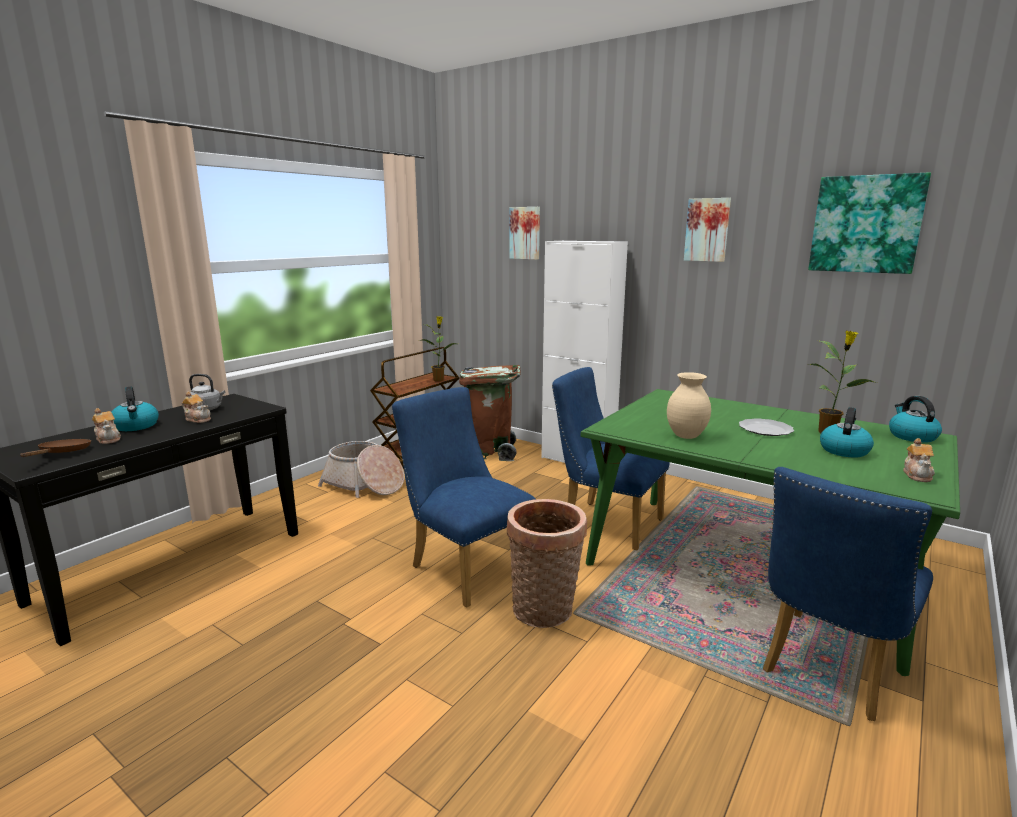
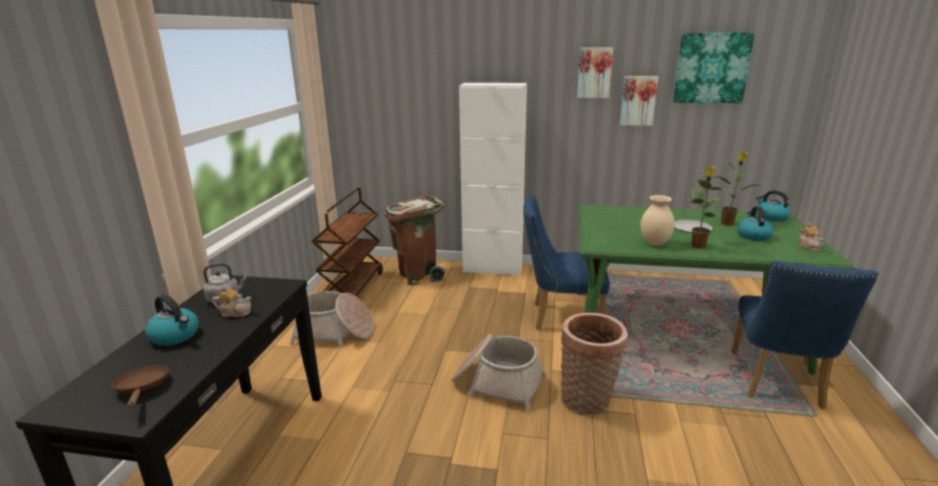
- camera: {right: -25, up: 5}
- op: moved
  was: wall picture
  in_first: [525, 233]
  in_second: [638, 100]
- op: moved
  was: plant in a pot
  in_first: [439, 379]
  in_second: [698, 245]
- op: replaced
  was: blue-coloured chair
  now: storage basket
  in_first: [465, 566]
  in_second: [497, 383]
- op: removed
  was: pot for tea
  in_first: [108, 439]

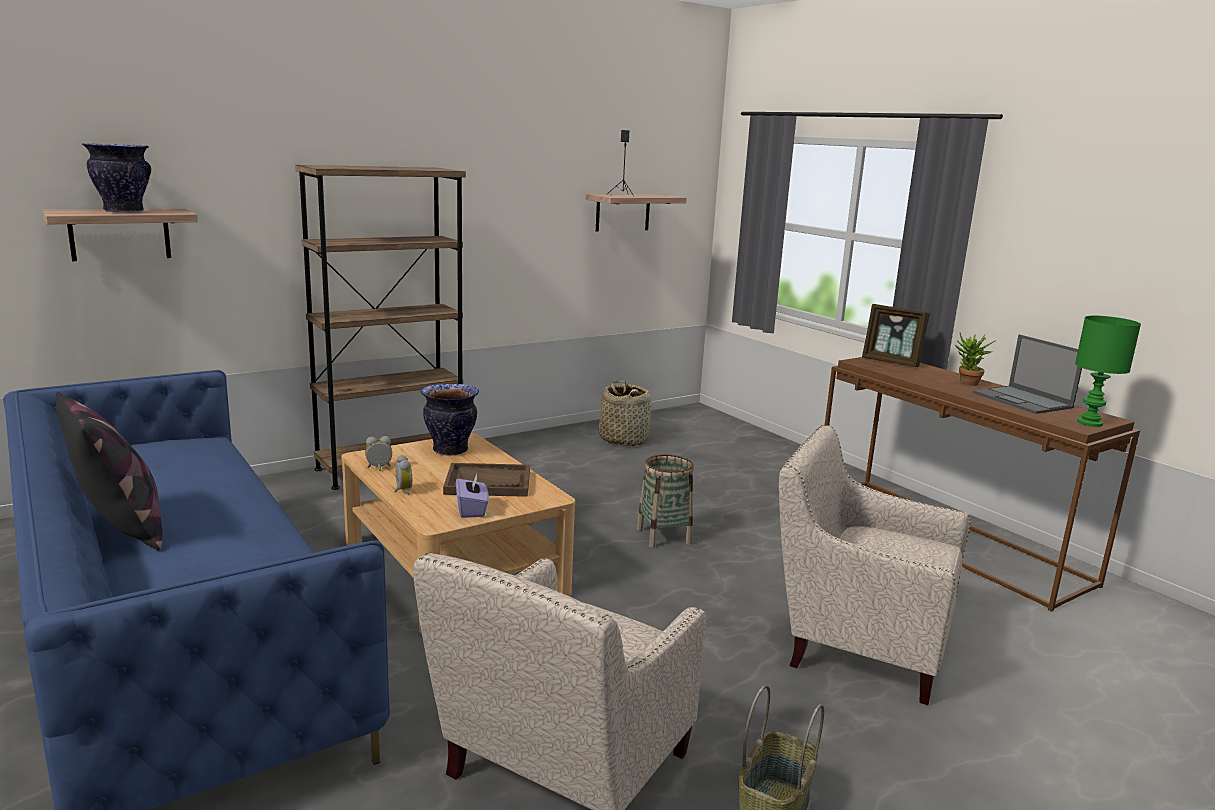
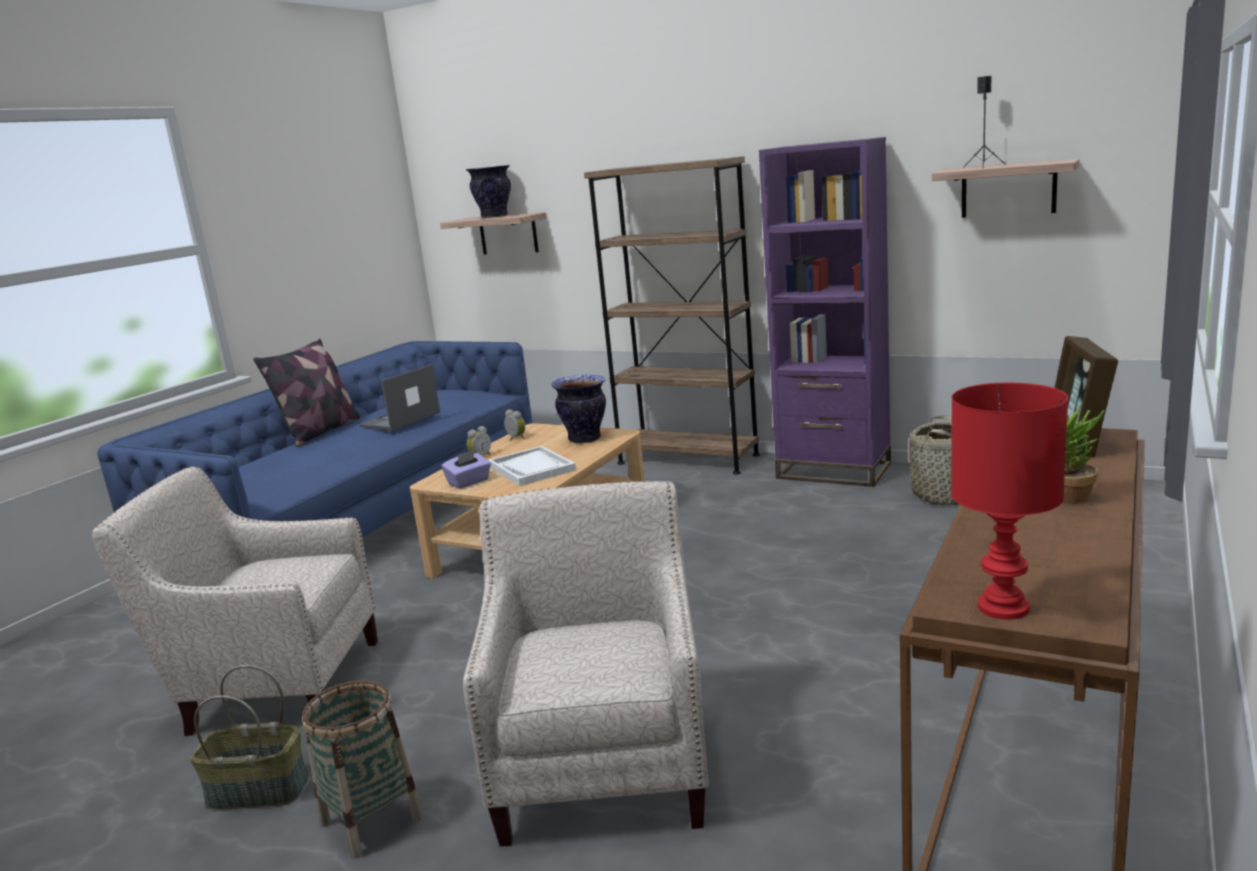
- camera: {right: 65, up: 0}
- op: recoloured
  was: green table lamp
  now: red-coloured table lamp
  in_first: [1090, 423]
  in_second: [1005, 608]
- op: moved
  was: laptop
  in_first: [1023, 400]
  in_second: [400, 419]
- op: moved
  was: storage basket
  in_first: [664, 536]
  in_second: [371, 820]
- op: recoloured
  was: brown carrying tray
  now: whitish carrying tray
  in_first: [488, 482]
  in_second: [532, 468]
- op: added
  now: purple-coloured shelving unit
  in_second: [833, 471]

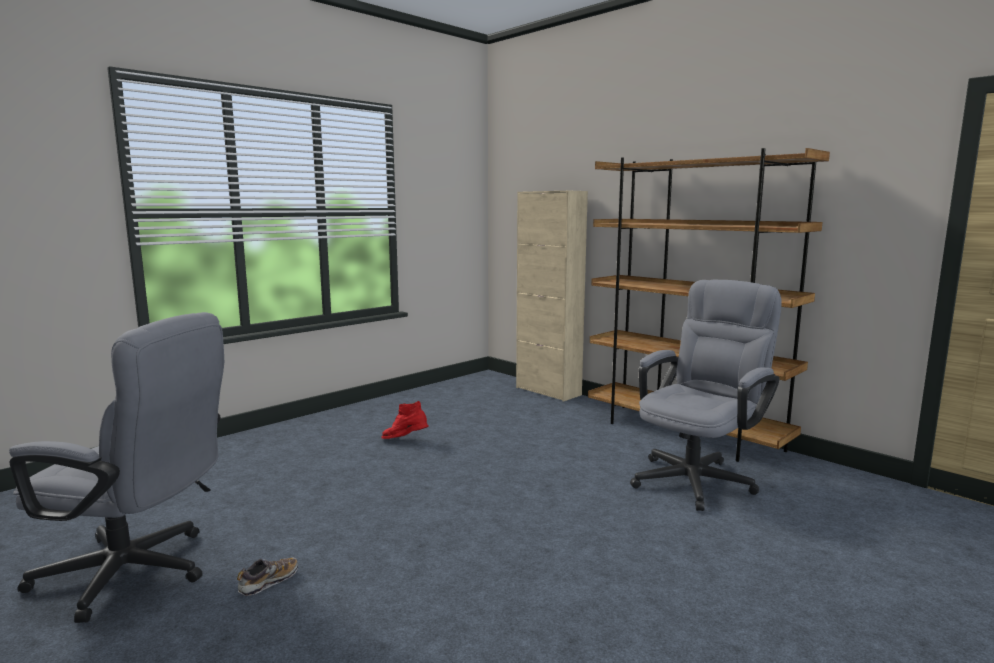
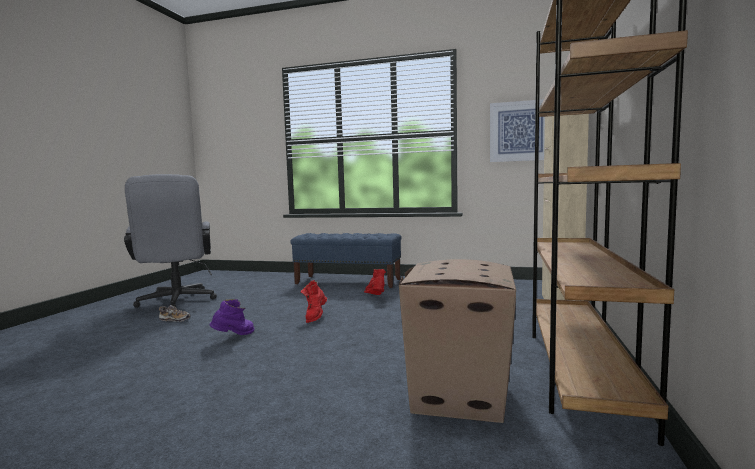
- camera: {right: 60, up: -5}
- op: replaced
  was: gray office chair
  now: cardboard box
  in_first: [698, 477]
  in_second: [459, 397]
- op: added
  now: wall picture
  in_second: [520, 131]
- op: added
  now: blue-coloured long seat
  in_second: [348, 281]
- op: added
  now: red-coloured boot
  in_second: [315, 317]
- op: added
  now: purple-coloured boot
  in_second: [234, 336]

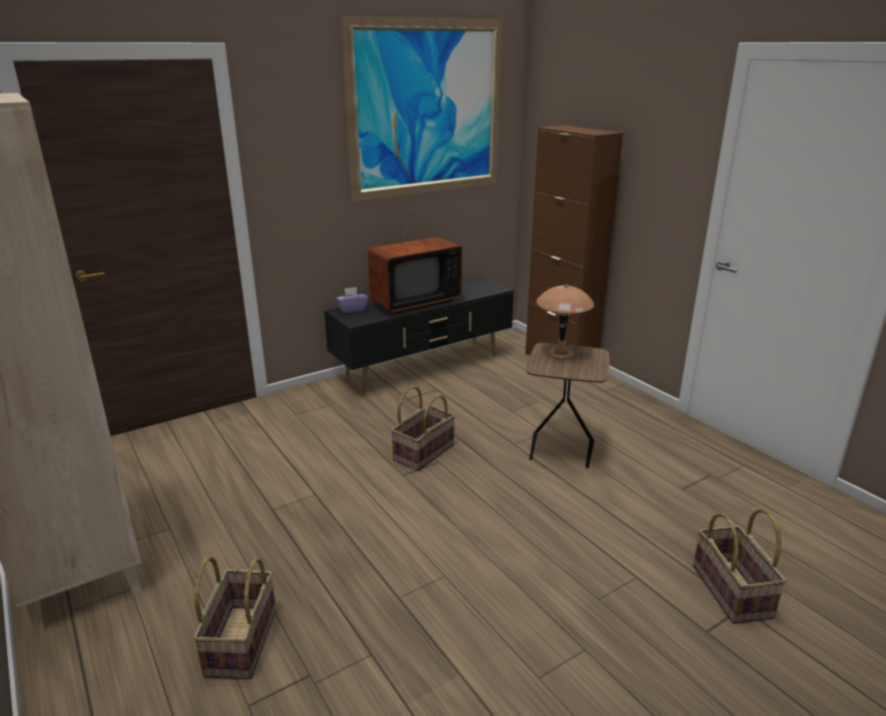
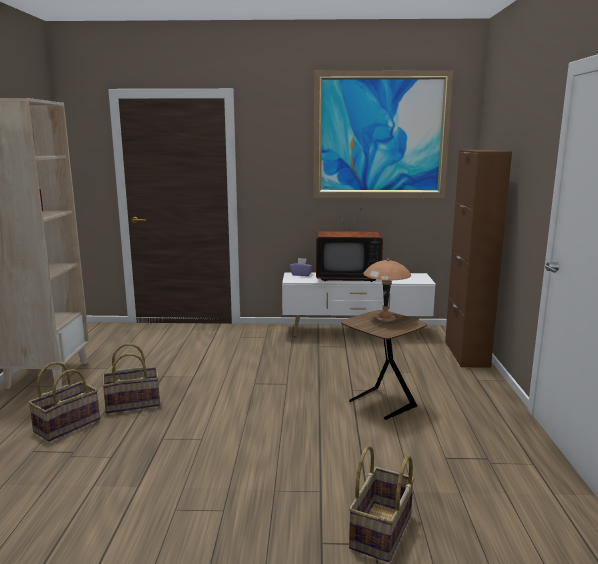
- camera: {right: 35, up: -10}
- op: recoloured
  was: black-coloured media console
  now: whitish media console
  in_first: [424, 367]
  in_second: [355, 333]
- op: moved
  was: storage basket
  in_first: [423, 452]
  in_second: [133, 403]

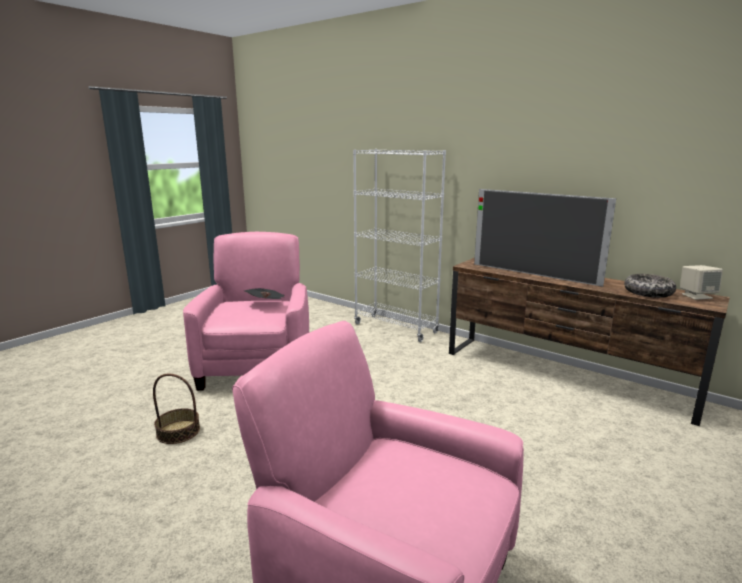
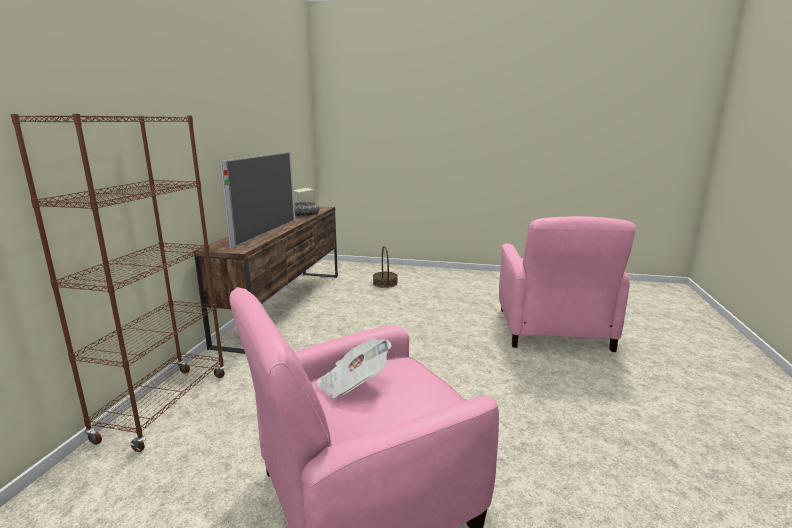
- camera: {right: -115, up: 0}
- op: recoloured
  was: whitish shelving unit
  now: brown shelving unit
  in_first: [396, 328]
  in_second: [165, 406]
- op: moved
  was: storage basket
  in_first: [178, 432]
  in_second: [385, 283]

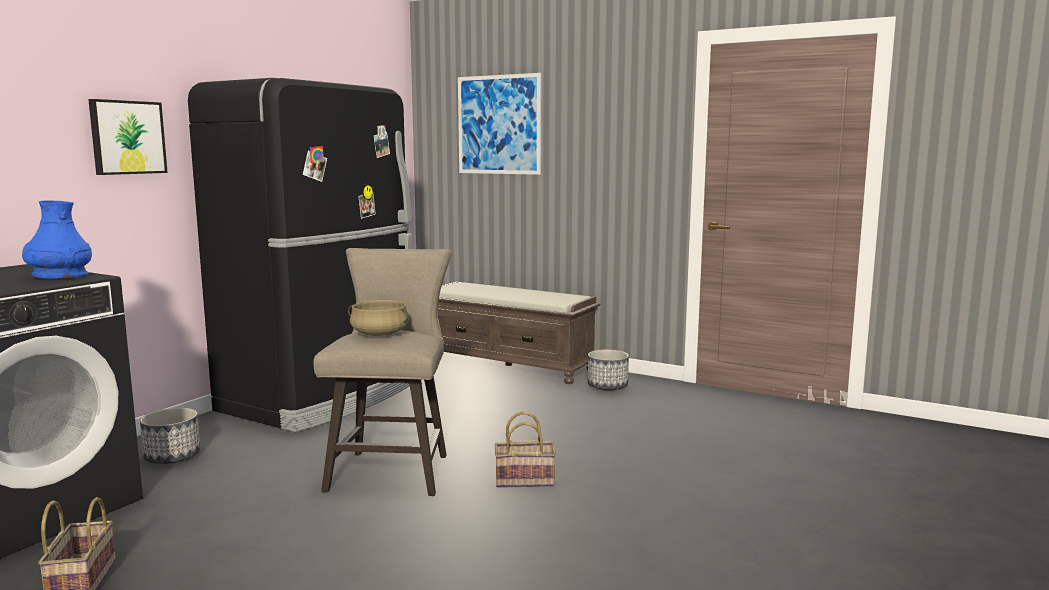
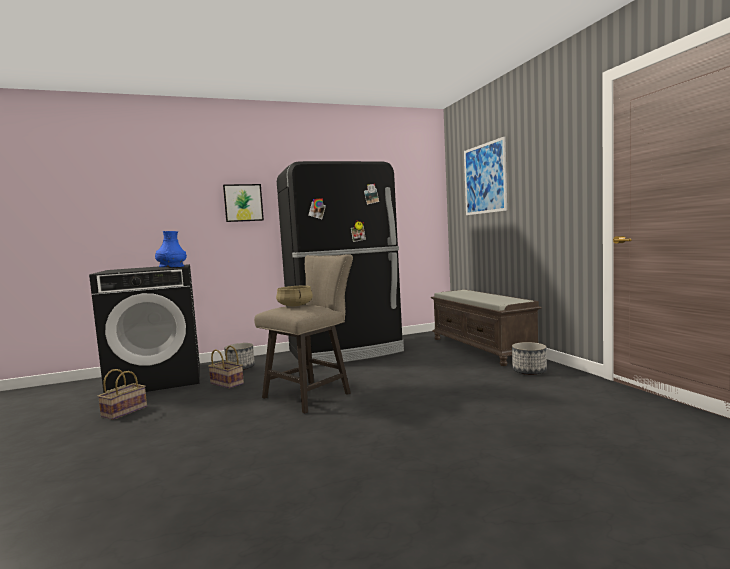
- camera: {right: 40, up: -5}
- op: moved
  was: storage basket
  in_first: [526, 480]
  in_second: [228, 383]

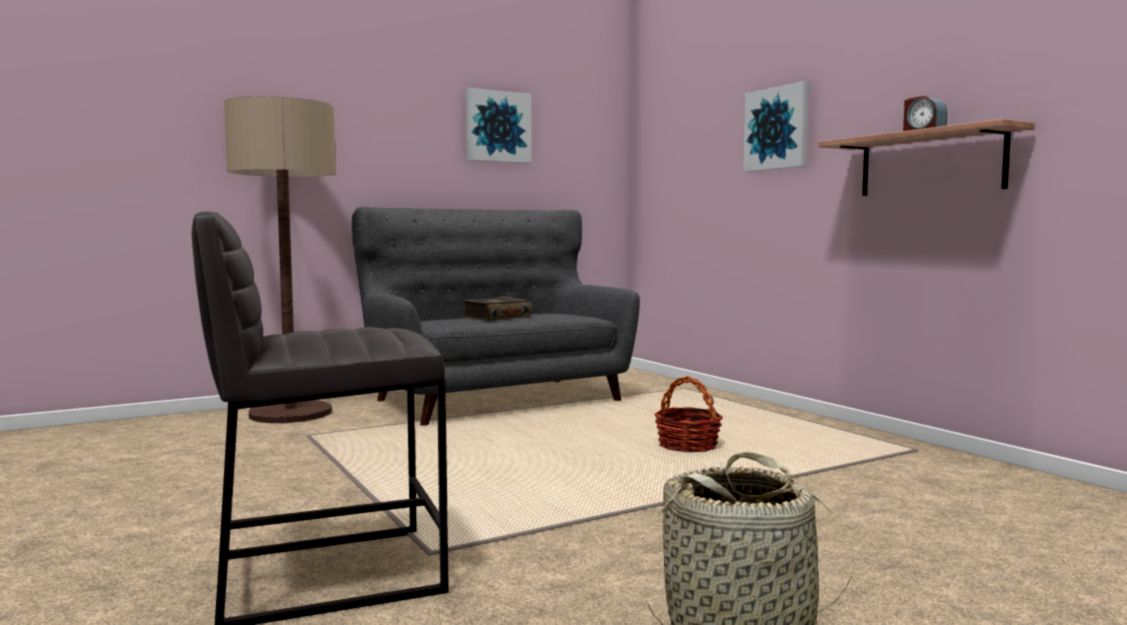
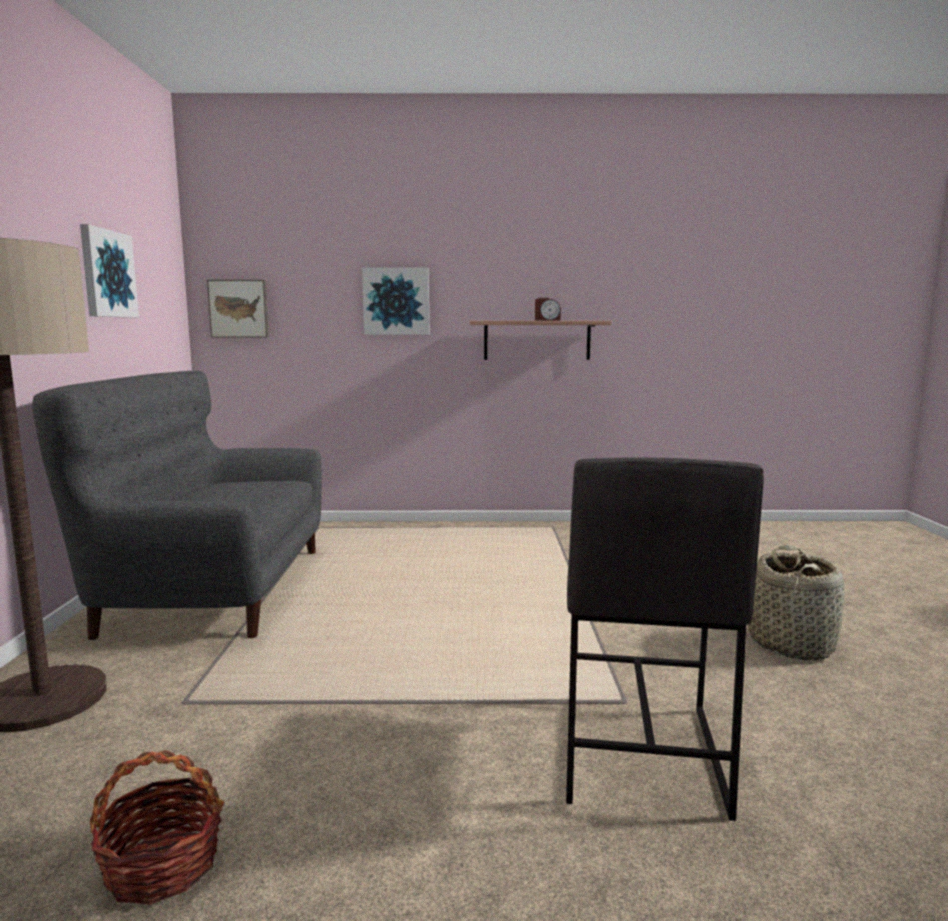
- camera: {right: -60, up: 5}
- op: removed
  was: volume
  in_first: [495, 317]
- op: moved
  was: storage basket
  in_first: [687, 446]
  in_second: [162, 865]
- op: added
  now: wall picture
  in_second: [239, 309]

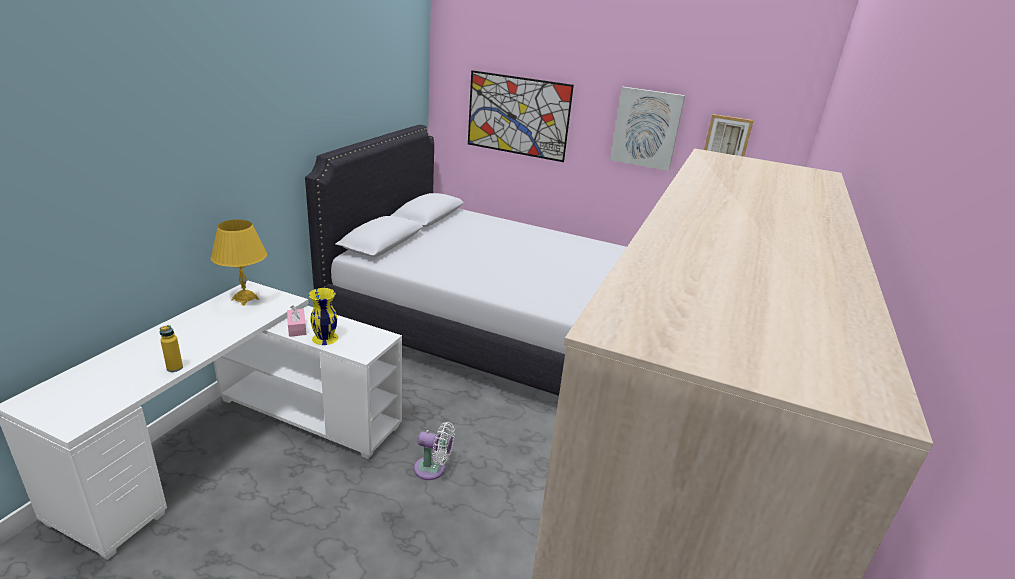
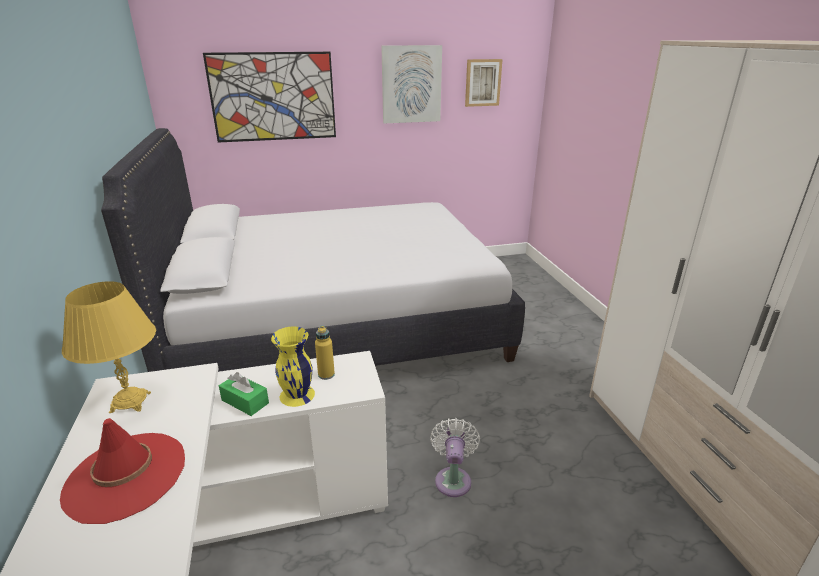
- camera: {right: -35, up: 0}
- op: recoloured
  was: pink-coloured tissue holder
  now: green tissue holder
  in_first: [297, 328]
  in_second: [245, 402]
- op: moved
  was: yellowish beverage bottle
  in_first: [174, 368]
  in_second: [326, 374]
- op: turned
  was: whitish cooling fan
  in_first: [433, 469]
  in_second: [453, 478]
  clockwise: -60
- op: added
  now: red-coloured wearable hat
  in_second: [125, 476]

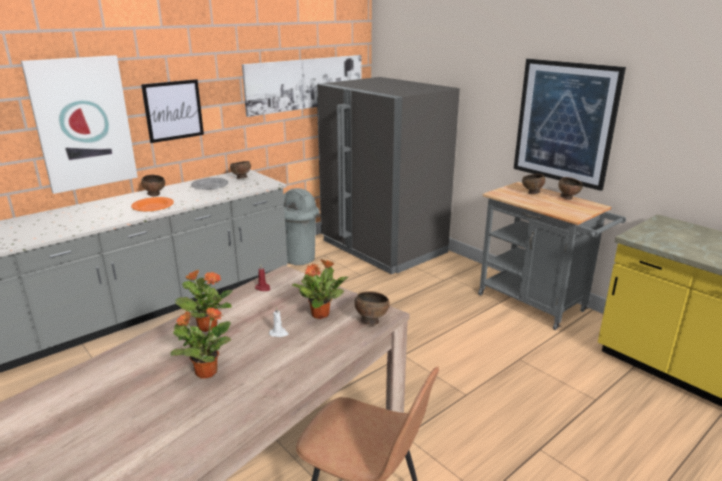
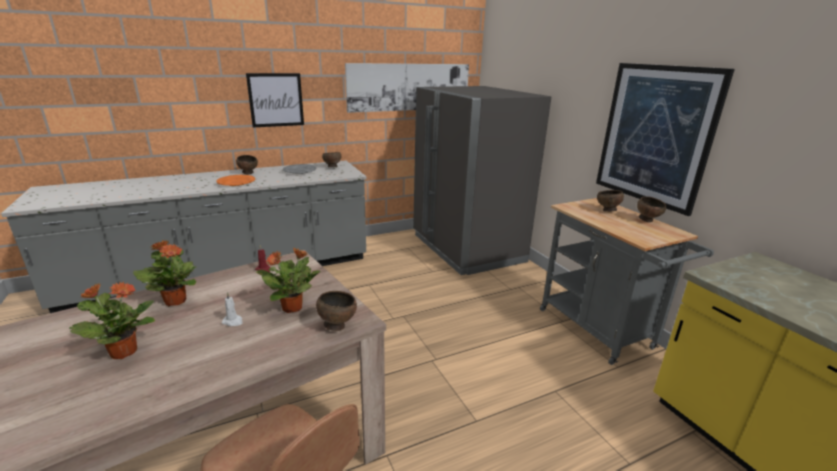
- camera: {right: 15, up: 0}
- op: removed
  was: wall picture
  in_first: [83, 123]
- op: removed
  was: gray trash can
  in_first: [299, 258]

